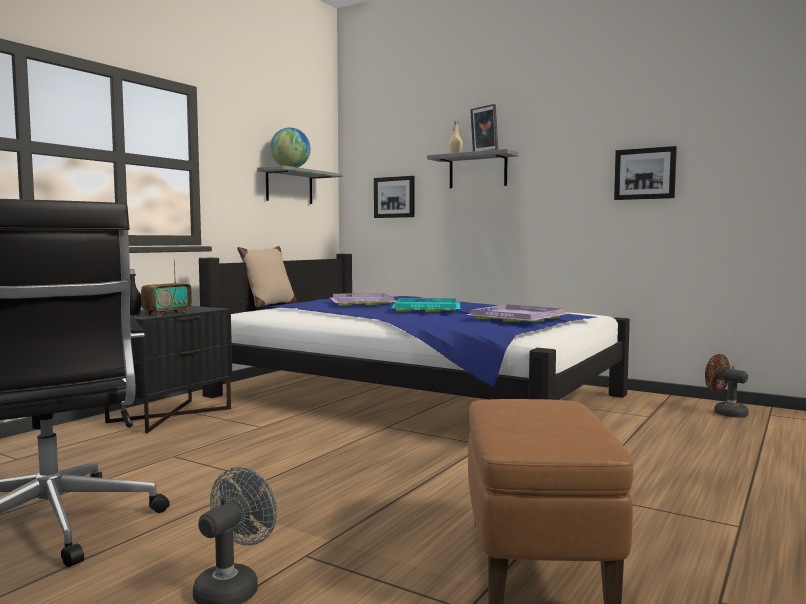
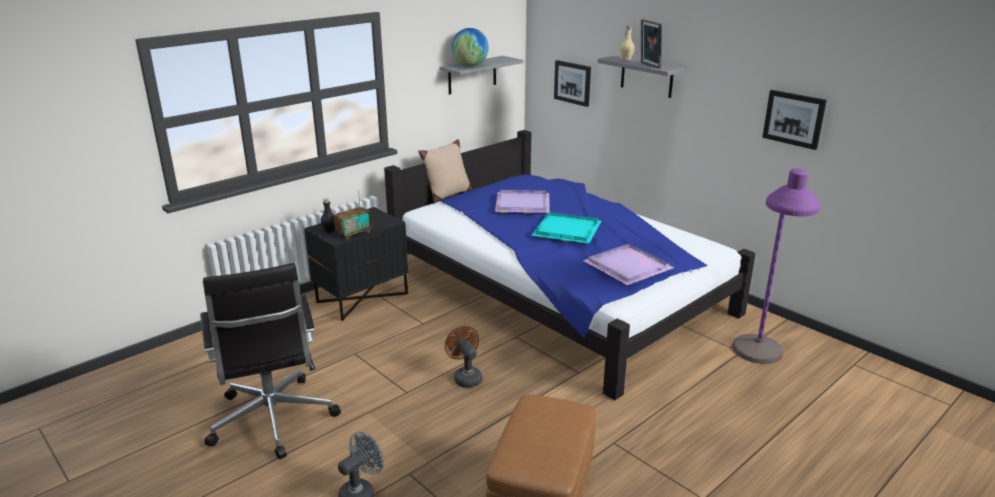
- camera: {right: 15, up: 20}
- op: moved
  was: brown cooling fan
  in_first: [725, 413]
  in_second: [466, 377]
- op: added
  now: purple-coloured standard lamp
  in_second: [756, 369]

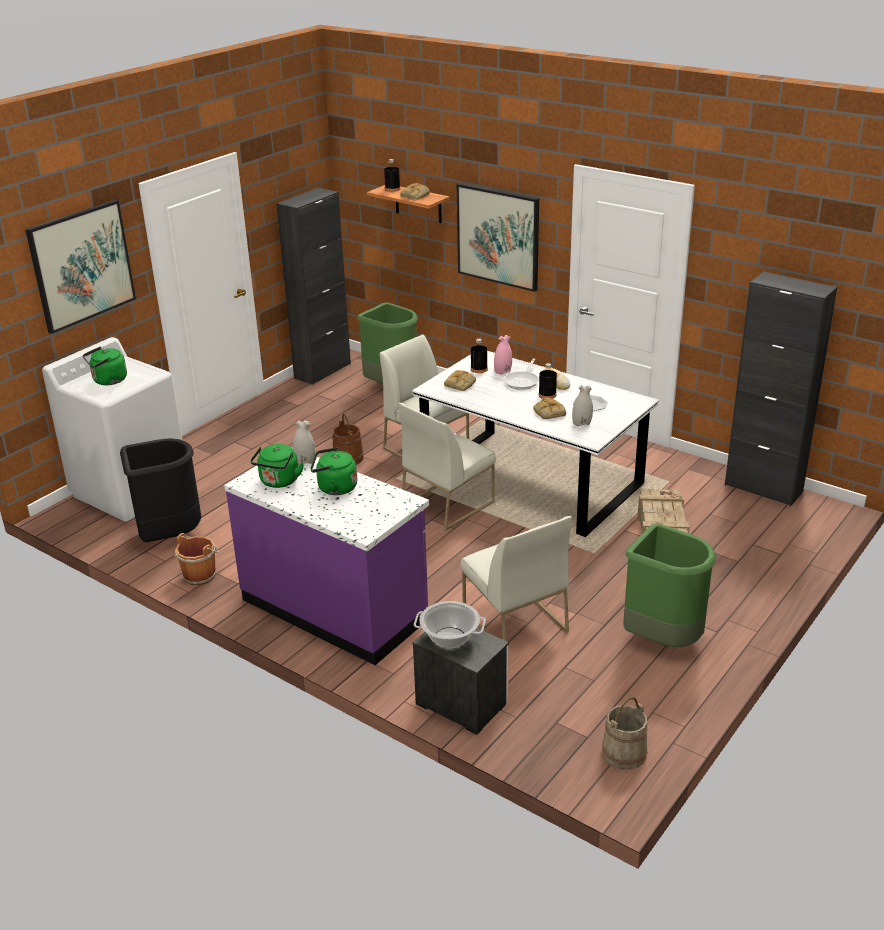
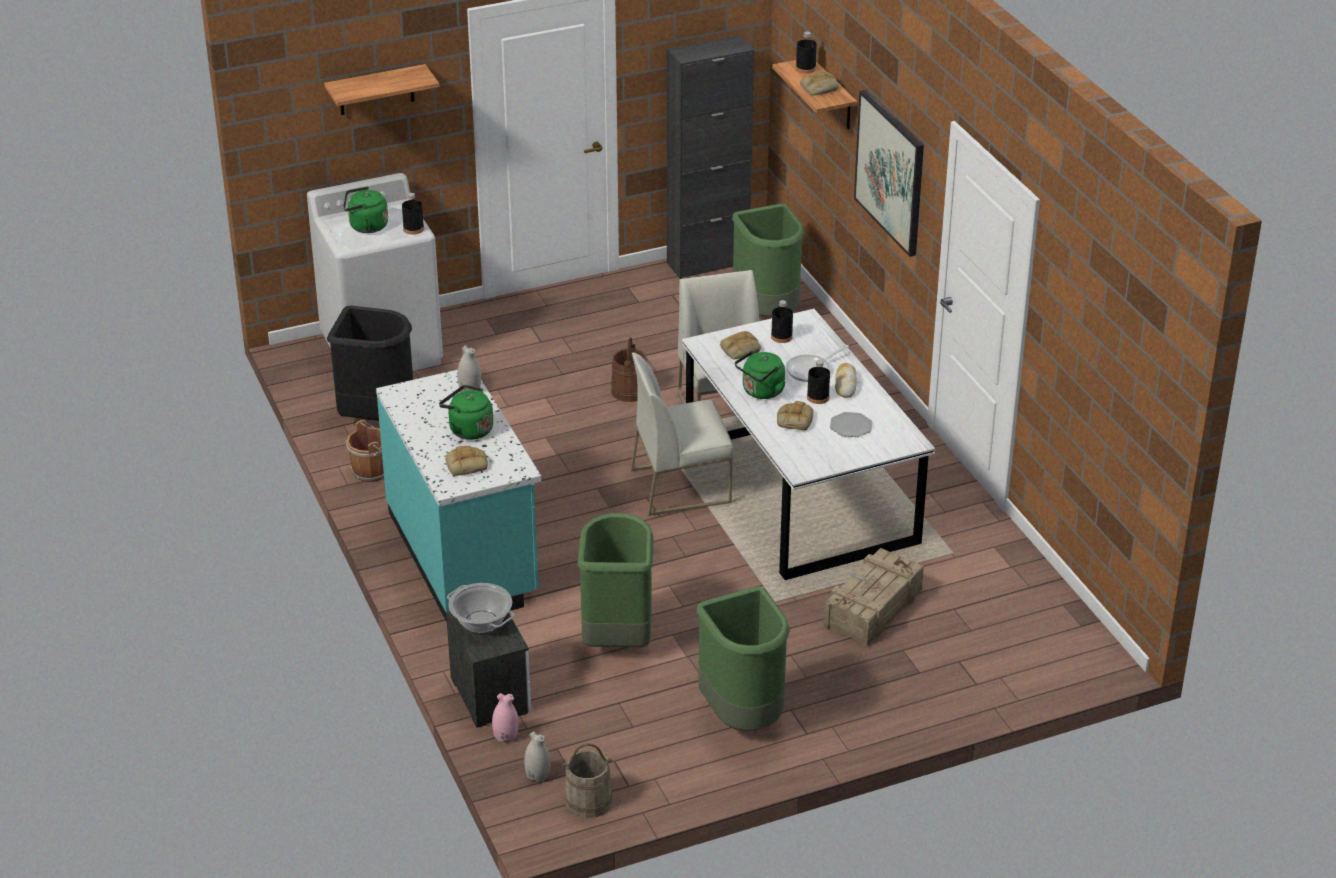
- camera: {right: 30, up: 5}
- op: replaced
  was: wall picture
  now: bracket shelf
  in_first: [81, 265]
  in_second: [376, 90]
- op: removed
  was: black-coloured cupboard
  in_first: [763, 488]
- op: moved
  was: pink-coloured flower vase
  in_first: [503, 371]
  in_second: [506, 736]
- op: moved
  was: whitish flower vase
  in_first: [582, 423]
  in_second: [538, 775]
- op: moved
  was: green kettle
  in_first: [279, 482]
  in_second: [761, 392]
- op: recoloured
  was: purple-coloured kitchen counter
  now: turquoise kitchen counter
  in_first: [335, 608]
  in_second: [464, 556]
- op: replaced
  was: whitish chair
  now: green trash can
  in_first: [514, 622]
  in_second: [617, 639]
- op: added
  now: black-coloured beverage bottle
  in_second: [413, 229]
- op: added
  now: baked bread
  in_second: [467, 464]

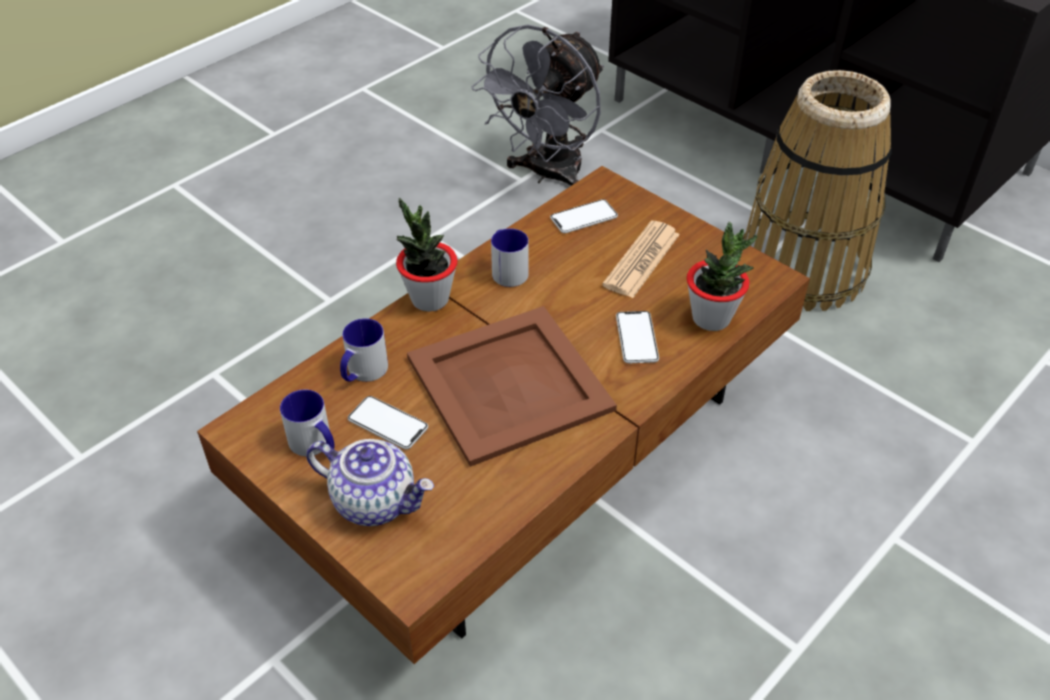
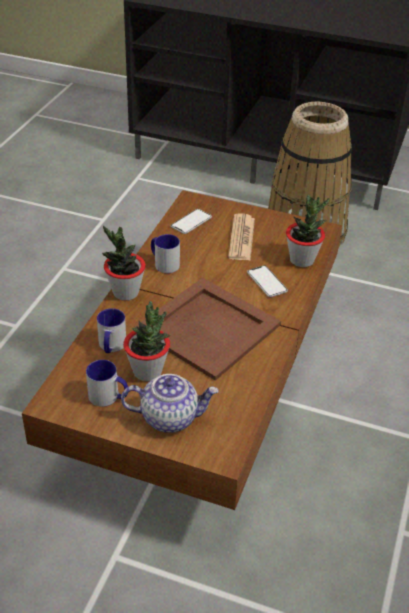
- camera: {right: -25, up: -5}
- op: removed
  was: gray cooling fan
  in_first: [547, 175]
- op: replaced
  was: handset
  now: plant in a pot
  in_first: [388, 423]
  in_second: [147, 371]

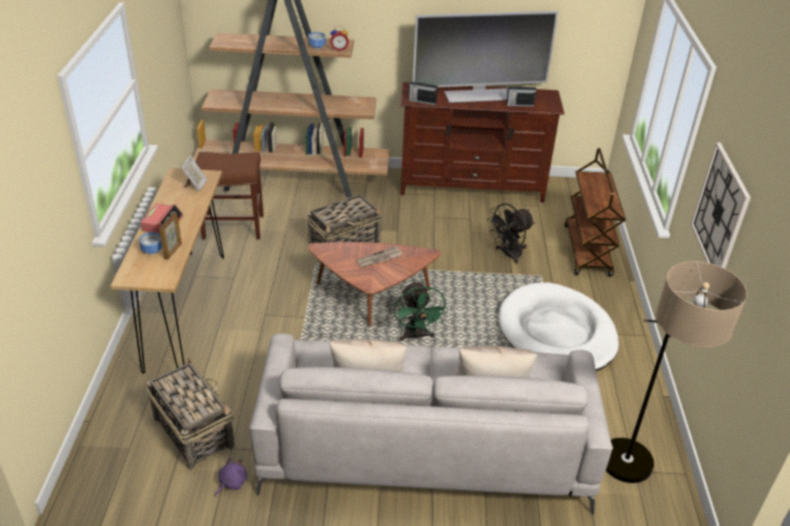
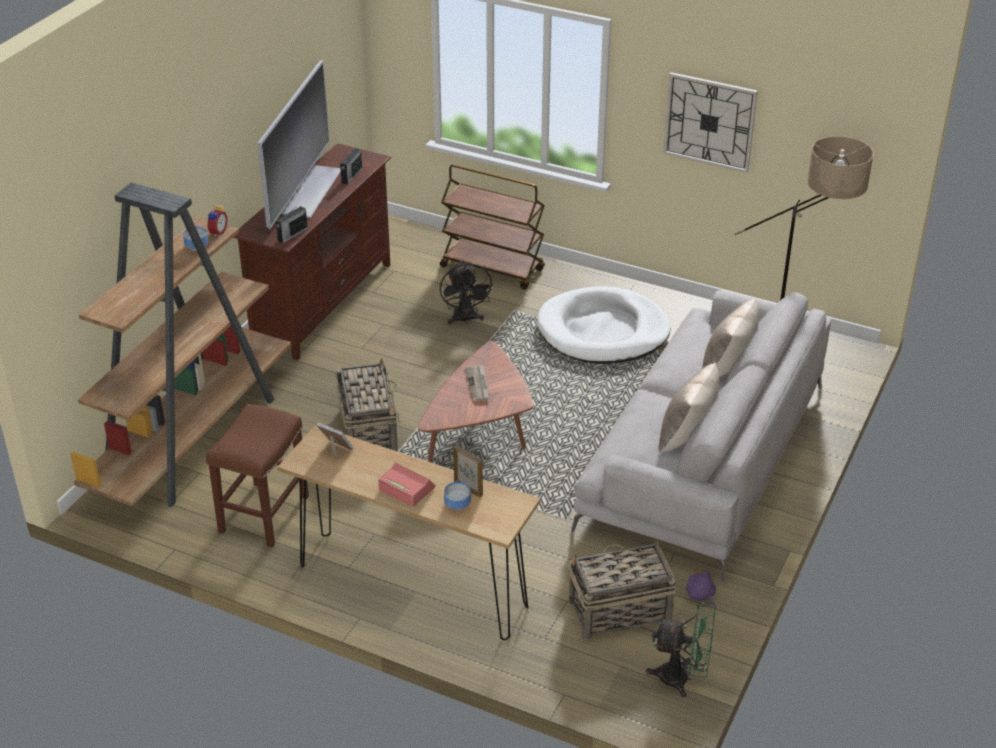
- camera: {right: -65, up: 0}
- op: moved
  was: green cooling fan
  in_first: [416, 336]
  in_second: [682, 678]

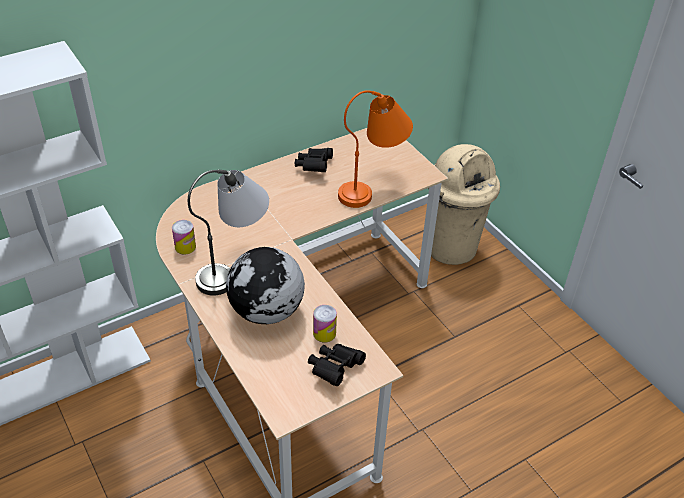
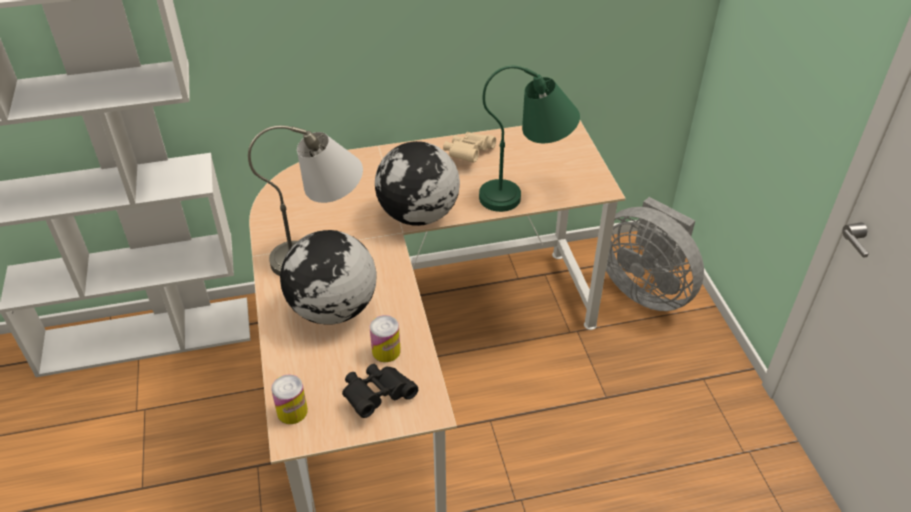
- camera: {right: 20, up: 0}
- op: recoloured
  was: orange-coloured table lamp
  now: green table lamp
  in_first: [373, 188]
  in_second: [527, 192]
- op: replaced
  was: beige trash can
  now: gray cooling fan
  in_first: [452, 247]
  in_second: [645, 288]
- op: recoloured
  was: black-coloured binoculars
  now: beige binoculars
  in_first: [314, 166]
  in_second: [468, 154]
- op: moved
  was: metal can
  in_first: [185, 247]
  in_second: [292, 411]
- op: added
  now: desk globe
  in_second: [418, 215]

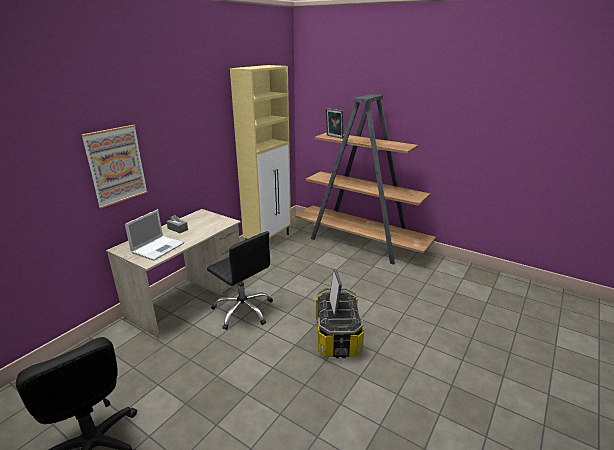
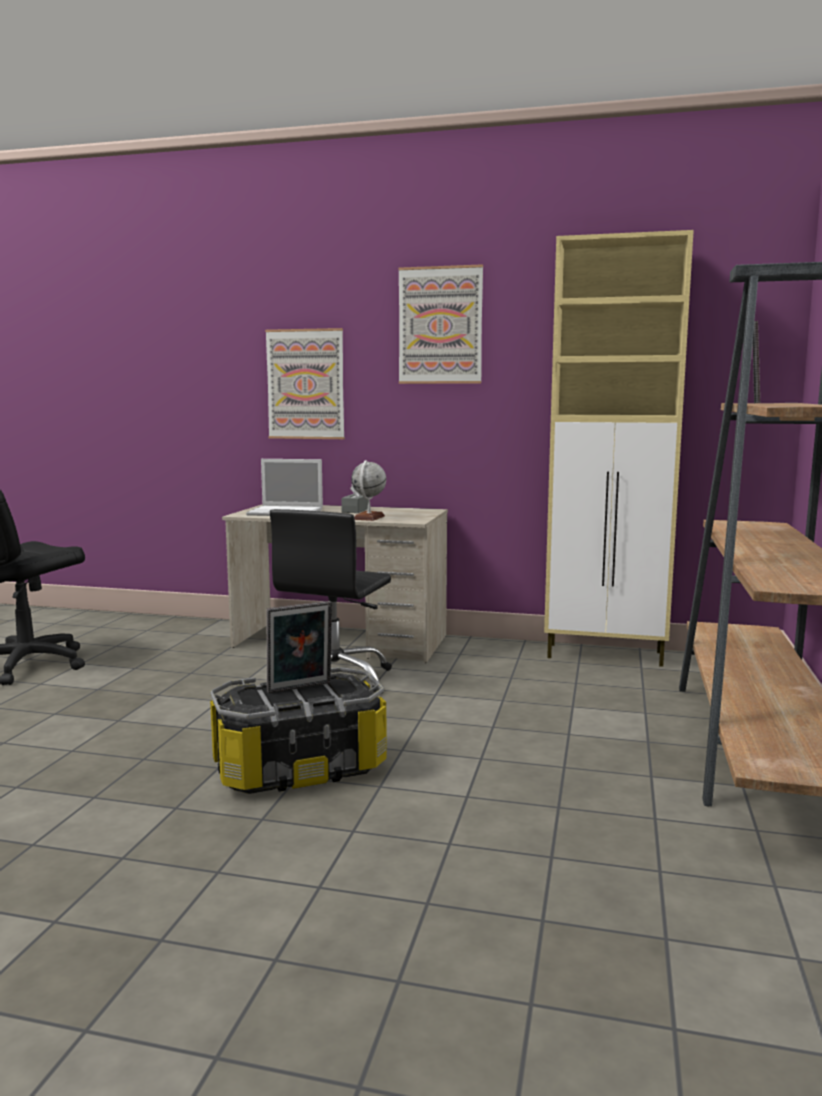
- camera: {right: 70, up: -15}
- op: added
  now: wall picture
  in_second: [440, 325]
- op: added
  now: desk globe
  in_second: [369, 517]

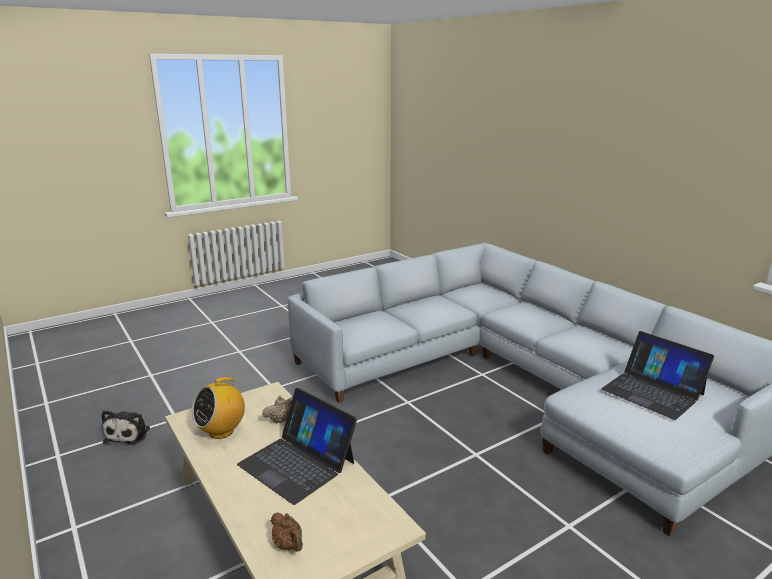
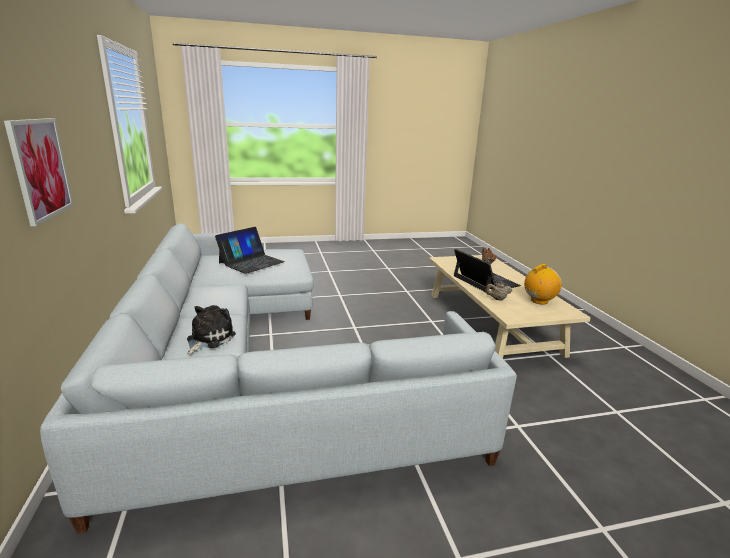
- camera: {right: -160, up: 0}
- op: turned
  was: laptop
  in_first: [652, 391]
  in_second: [251, 262]
  clockwise: 60
- op: moved
  was: soft toy
  in_first: [129, 434]
  in_second: [208, 338]
- op: added
  now: wall picture
  in_second: [40, 169]

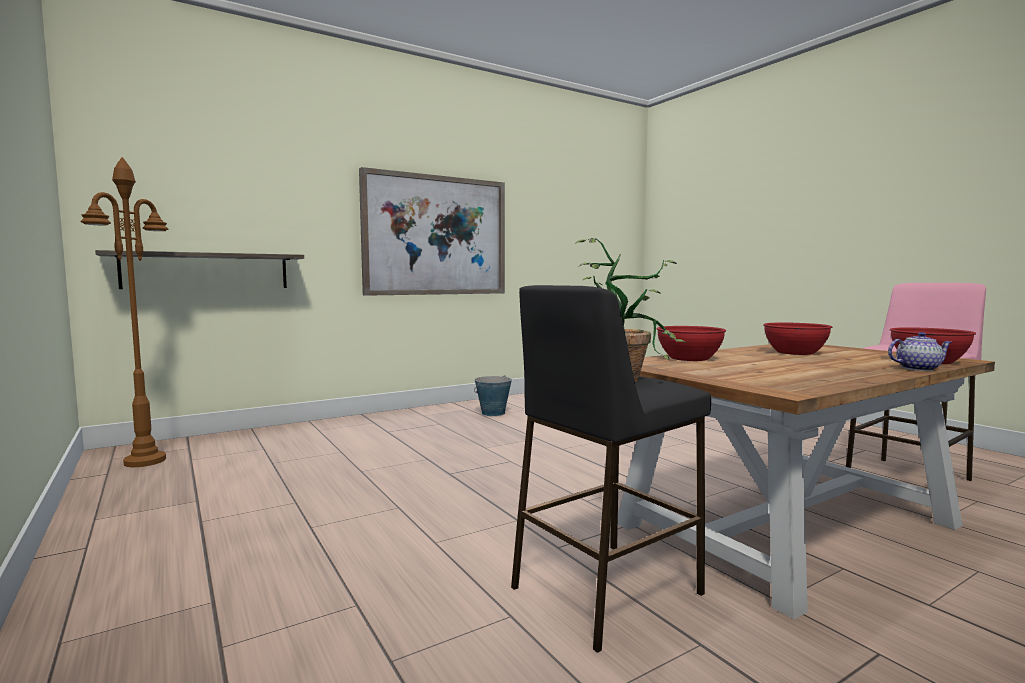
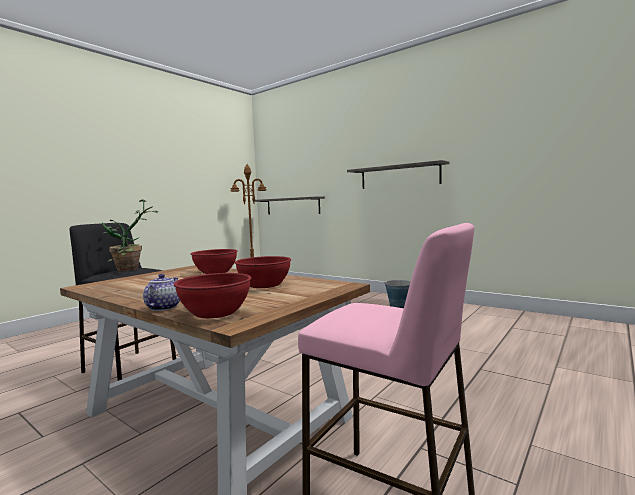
- camera: {right: 70, up: 0}
- op: replaced
  was: wall picture
  now: bracket shelf
  in_first: [435, 236]
  in_second: [399, 176]
- op: turned
  was: pot for tea
  in_first: [918, 369]
  in_second: [163, 307]
  clockwise: -150

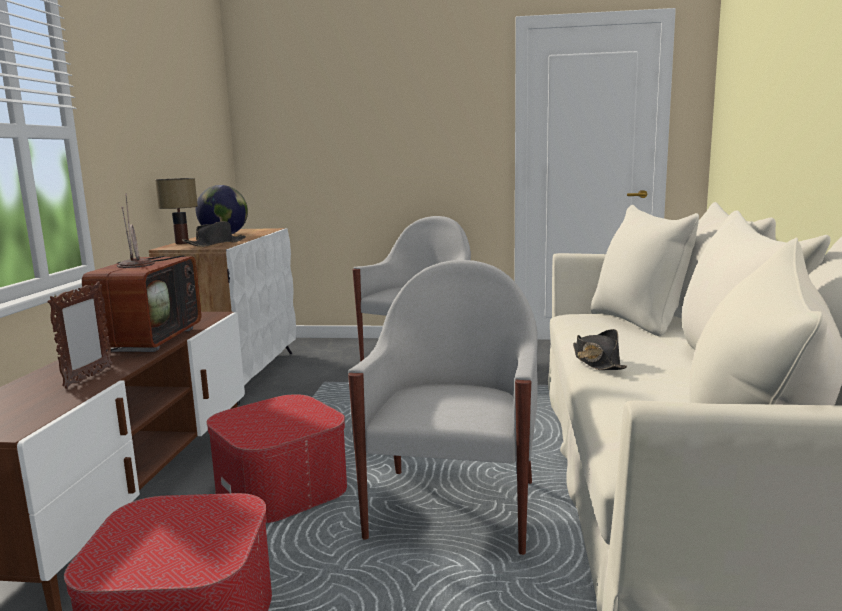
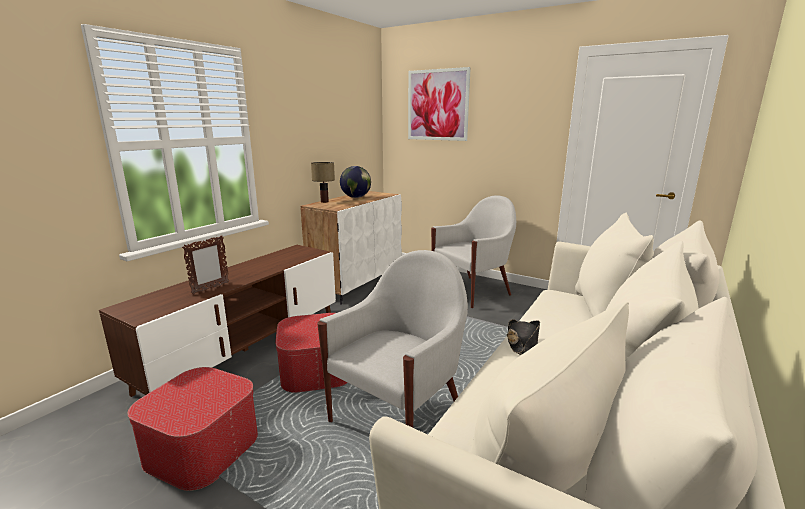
- camera: {right: 25, up: 5}
- op: removed
  was: TV set
  in_first: [149, 339]
- op: removed
  was: black-coloured wearable hat
  in_first: [215, 244]
- op: added
  now: wall picture
  in_second: [437, 105]

